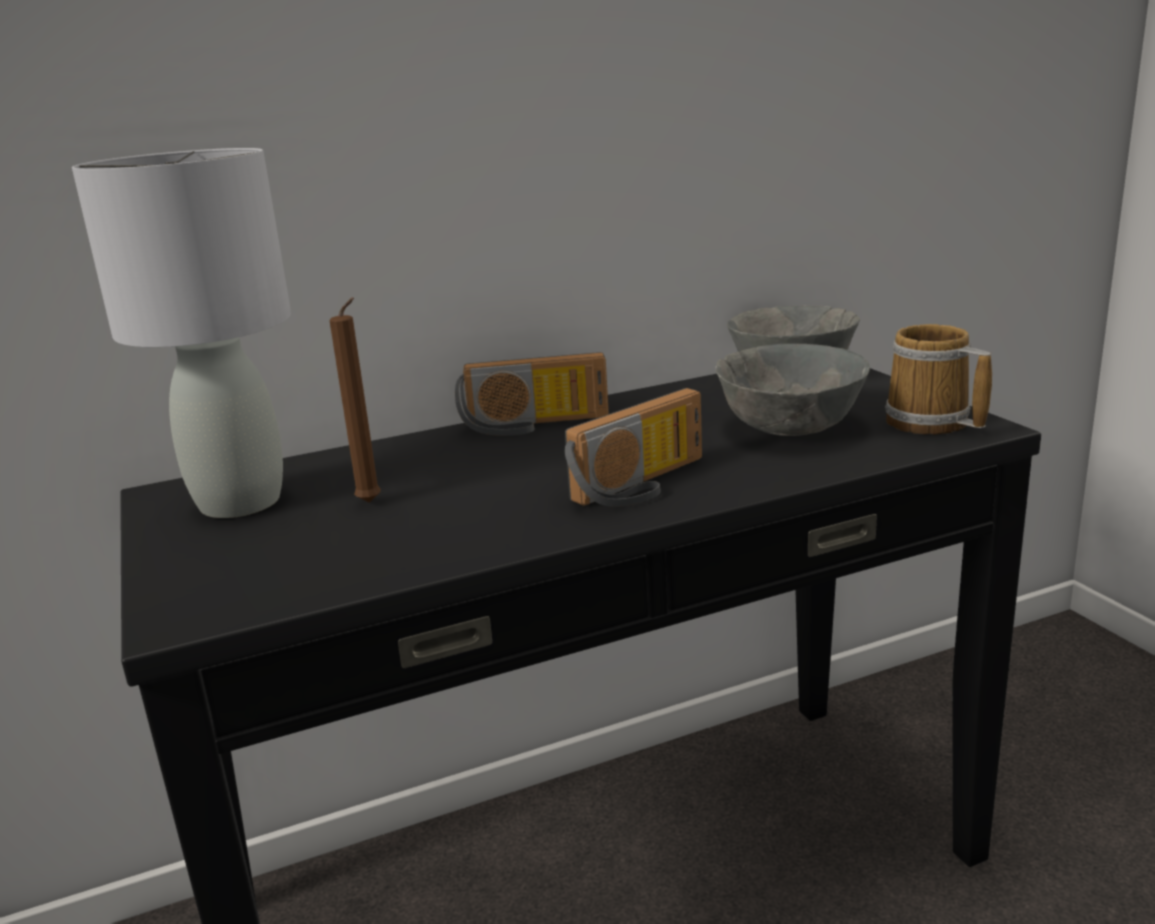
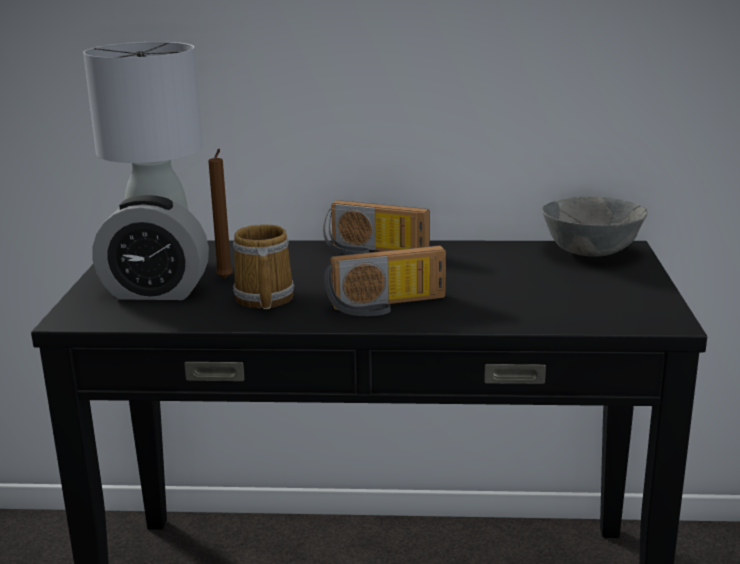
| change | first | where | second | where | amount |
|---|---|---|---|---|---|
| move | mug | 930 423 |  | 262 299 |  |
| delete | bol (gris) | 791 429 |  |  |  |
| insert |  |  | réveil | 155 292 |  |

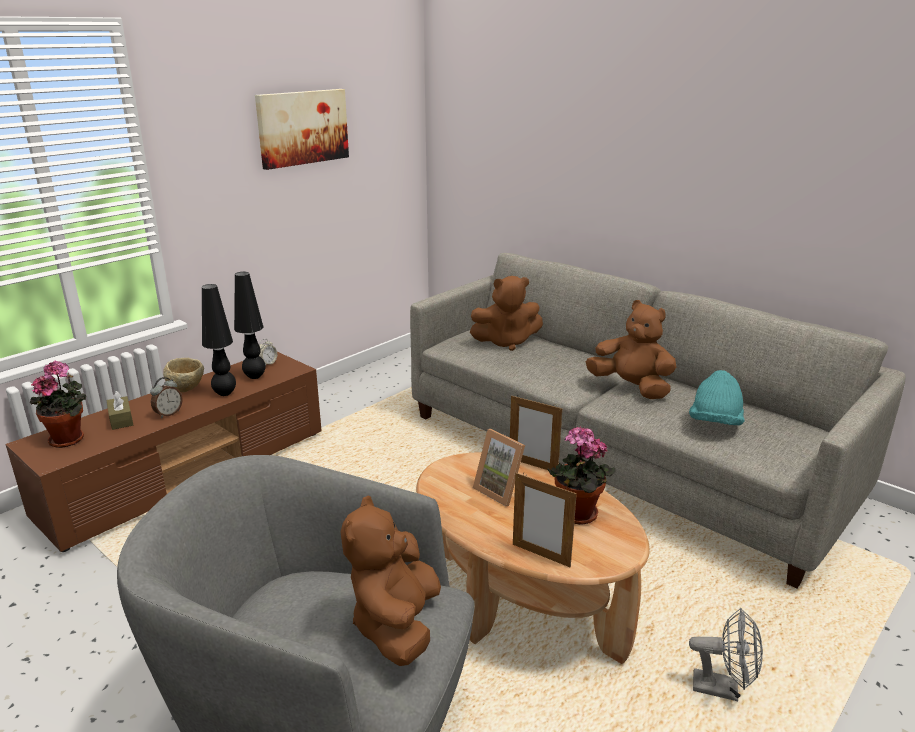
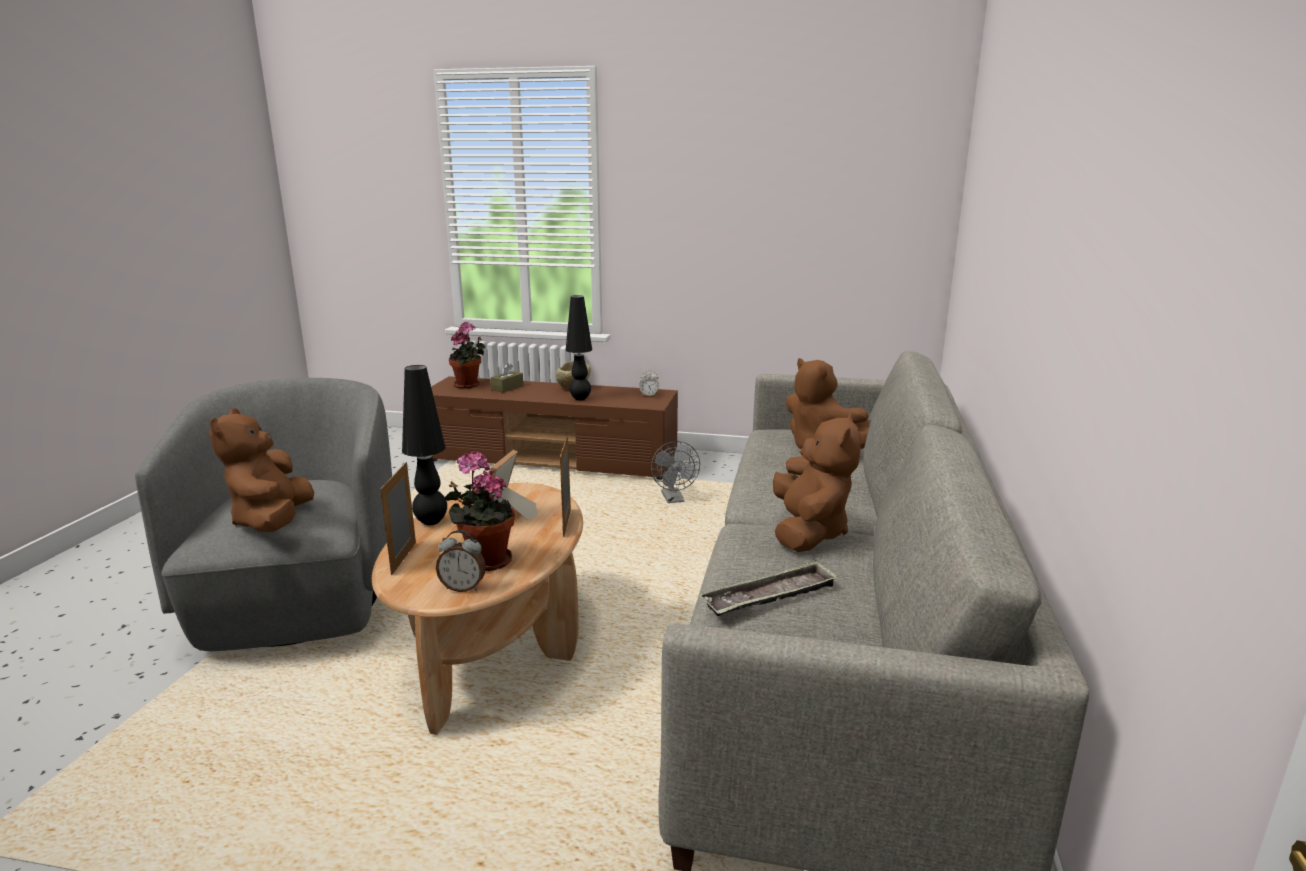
| change | first | where | second | where | amount |
|---|---|---|---|---|---|
| delete | tableau | 302 127 |  |  |  |
| move | lampe de table (noir) | 255 376 |  | 431 522 |  |
| replace | chapeau (turquoise) | 714 423 | plateau | 770 596 |  |
| move | réveil | 168 414 |  | 463 587 |  |
| rotate | peluche (marron) | 396 625 |  | 273 522 | 75 degrees counterclockwise |
| move | ventilateur (gris) | 723 689 |  | 674 500 |  |

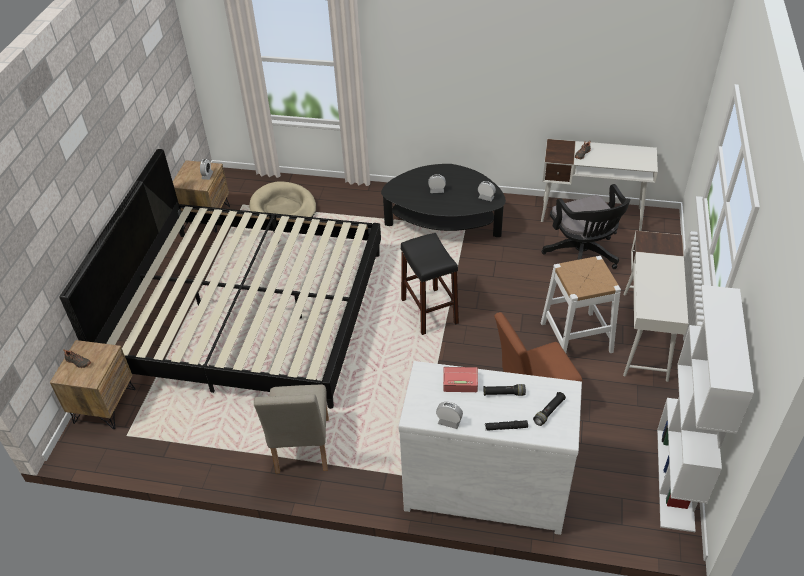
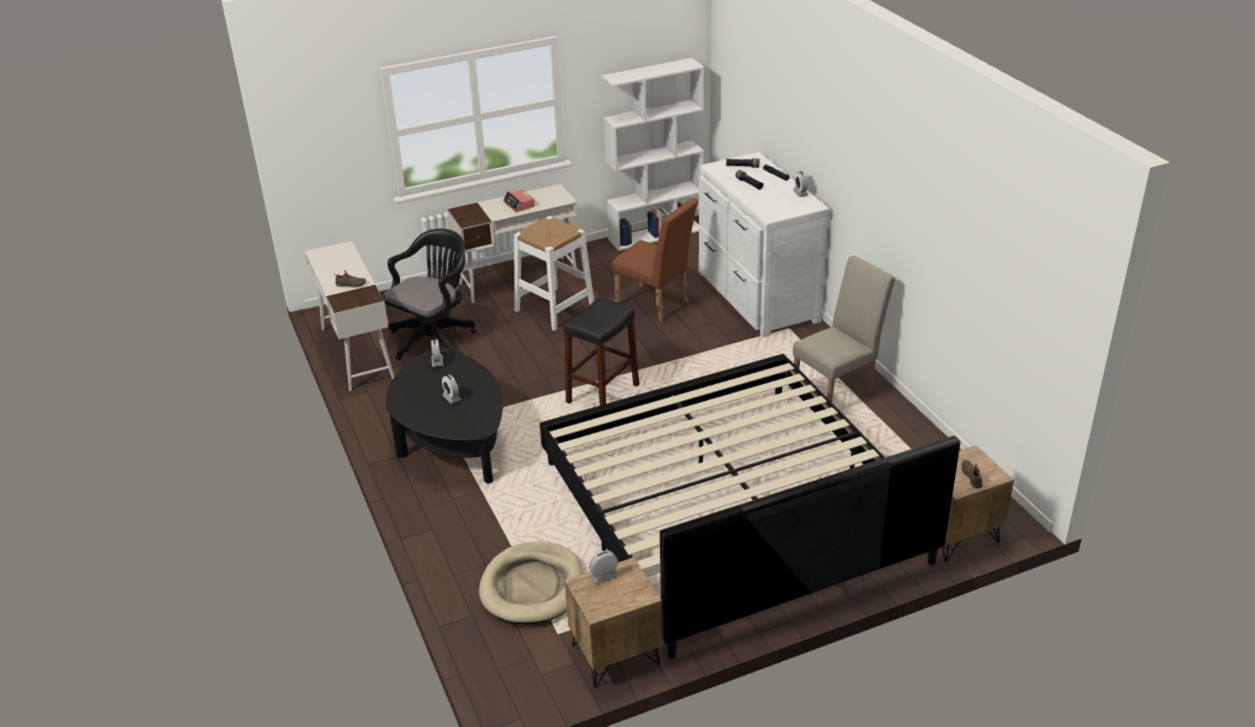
| change | first | where | second | where | amount |
|---|---|---|---|---|---|
| move | réveil | 460 381 |  | 519 204 |  |

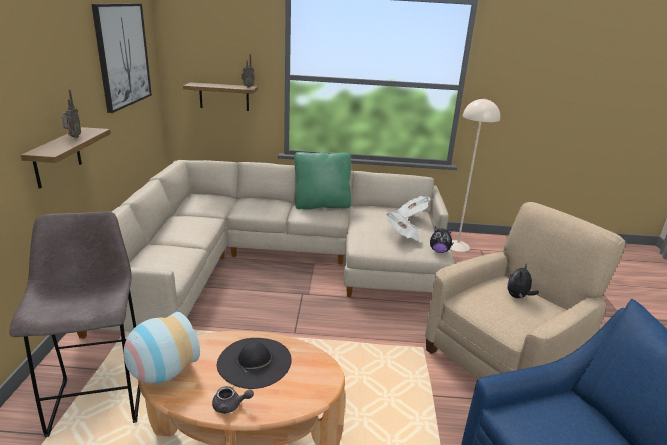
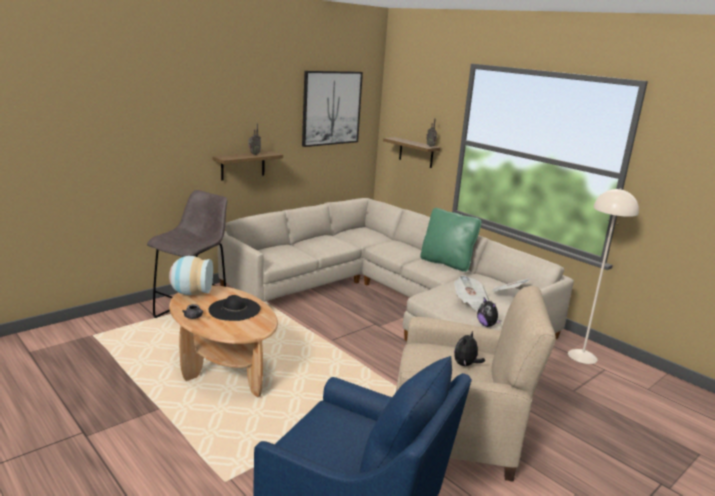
| change | first | where | second | where | amount |
|---|---|---|---|---|---|
| rotate | peluche | 518 297 |  | 465 365 | 45 degrees counterclockwise |

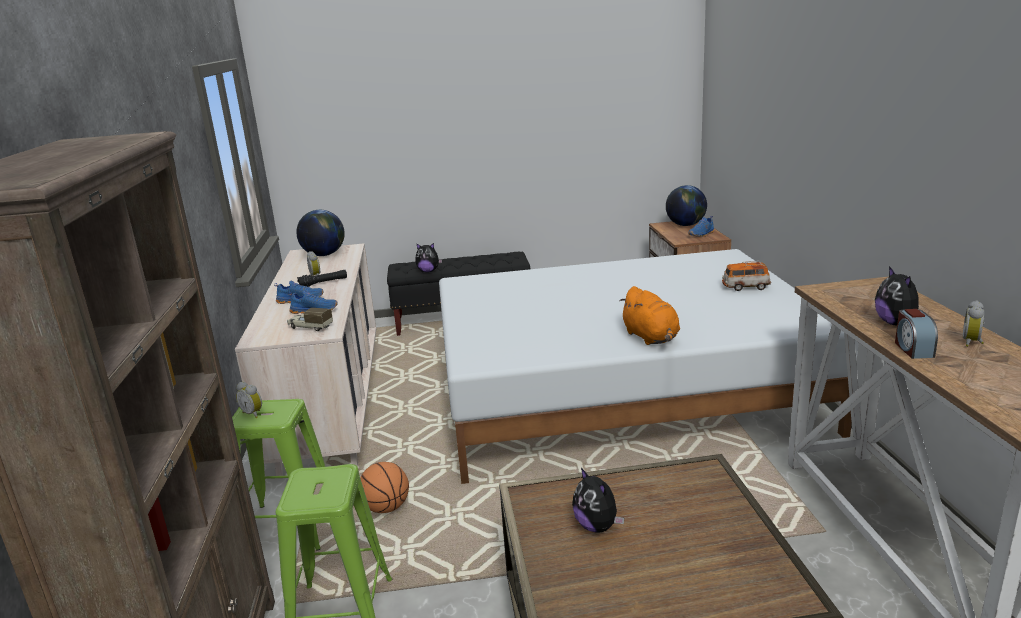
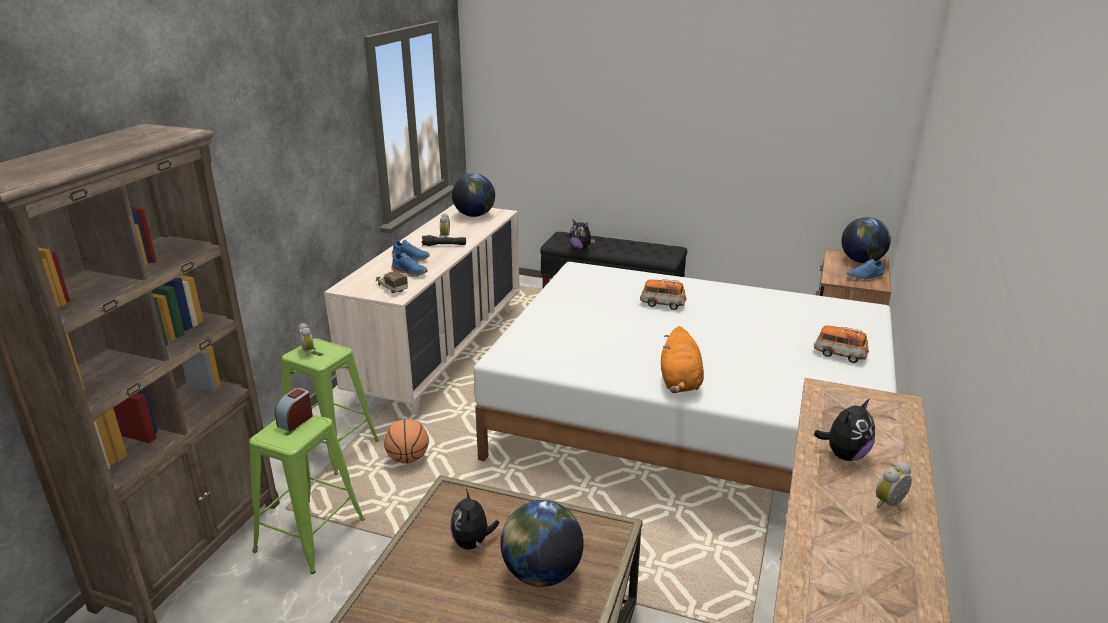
| change | first | where | second | where | amount |
|---|---|---|---|---|---|
| rotate | peluche | 896 323 |  | 844 455 | 150 degrees counterclockwise |
| move | réveil | 913 349 |  | 295 420 |  |
| insert |  |  | petite voiture | 662 304 |  |
| insert |  |  | globe | 541 573 |  |

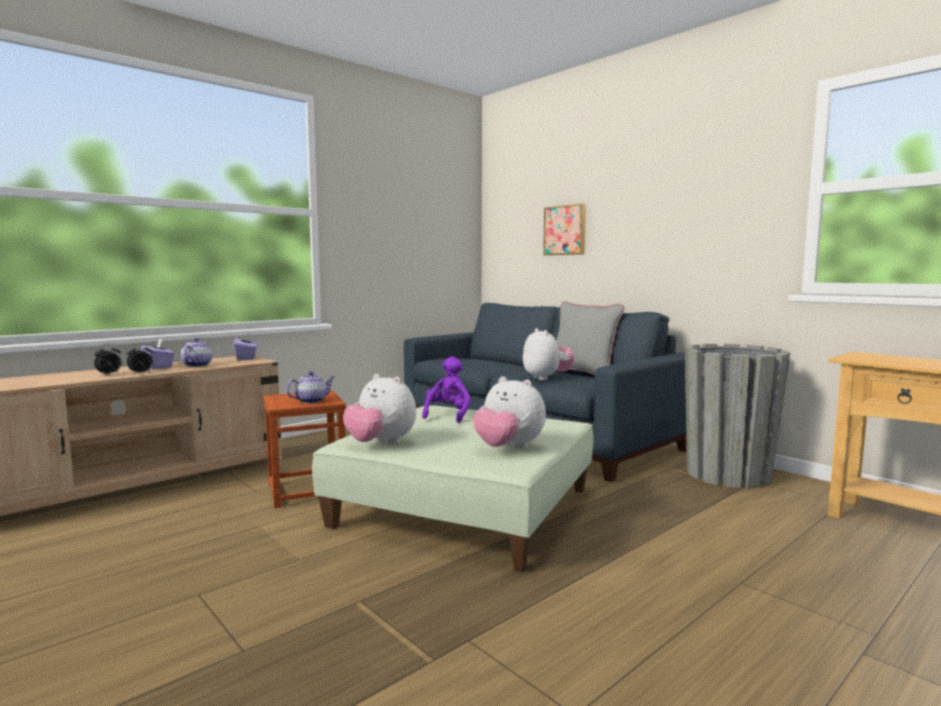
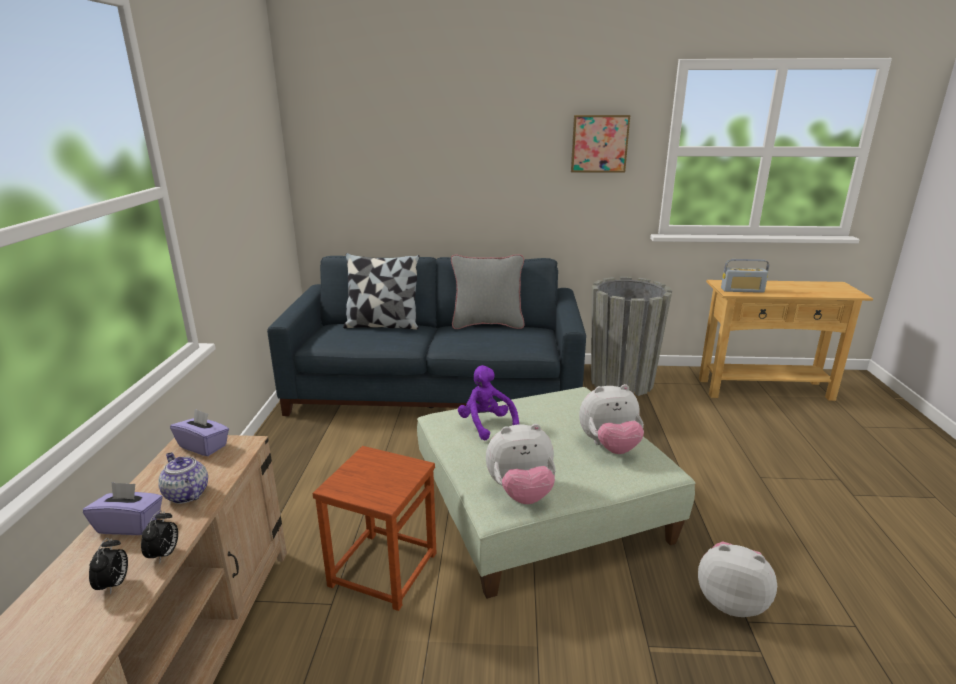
| change | first | where | second | where | amount |
|---|---|---|---|---|---|
| move | tableau | 565 230 |  | 599 143 |  |
| move | peluche | 546 378 |  | 731 601 |  |
| delete | théière | 312 401 |  |  |  |
| insert |  |  | coussin | 382 325 |  |
| insert |  |  | radio | 742 290 |  |

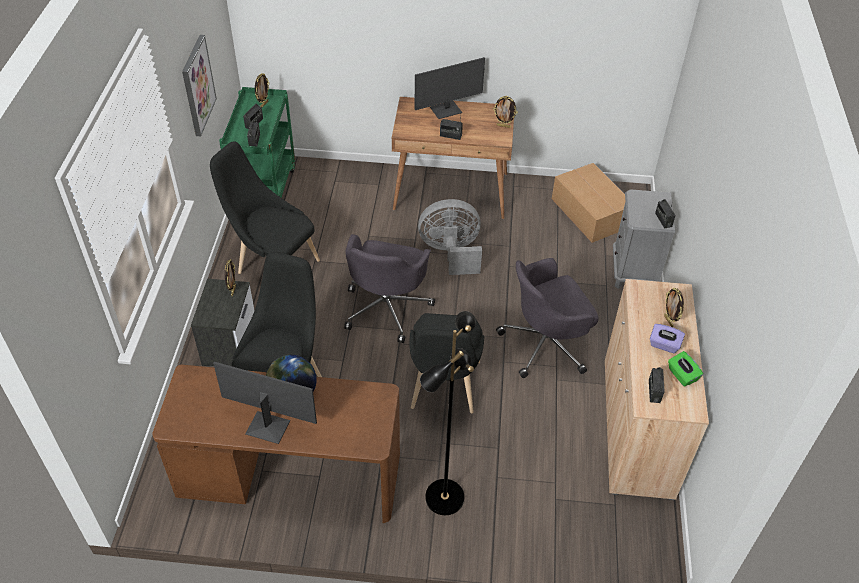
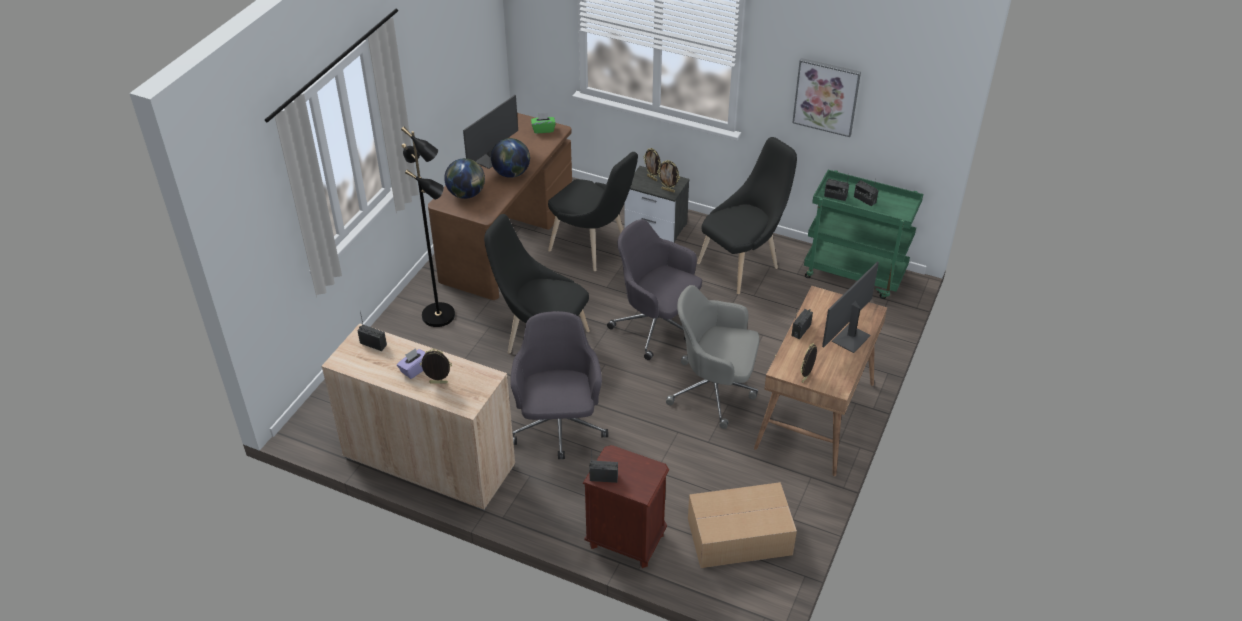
| change | first | where | second | where | amount |
|---|---|---|---|---|---|
| rotate | écran d'ordinateur | 446 110 |  | 849 338 | 45 degrees clockwise |
| move | cadre photo | 263 104 |  | 652 178 |  |
| recolor | table de chevet (gris) | 633 271 | table de chevet (marron) | 626 540 |  |
| replace | ventilateur (gris) | 451 253 | chaise de bureau (gris) | 714 391 |  |
| move | boîte à mouchoirs (vert) | 682 375 |  | 543 129 |  |
| insert |  |  | globe | 466 194 |  |

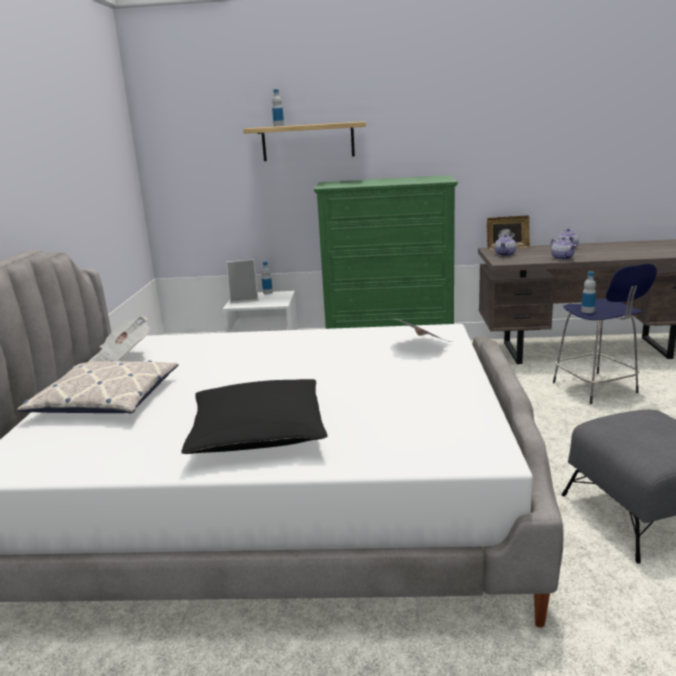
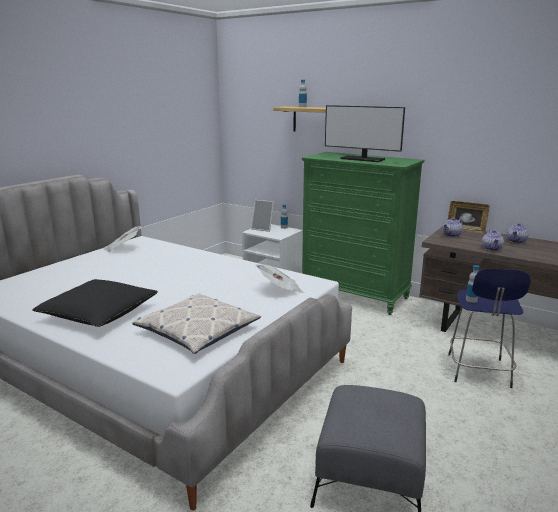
| change | first | where | second | where | amount |
|---|---|---|---|---|---|
| move | coussin | 106 400 |  | 197 331 |  |
| insert |  |  | écran d'ordinateur | 362 159 |  |

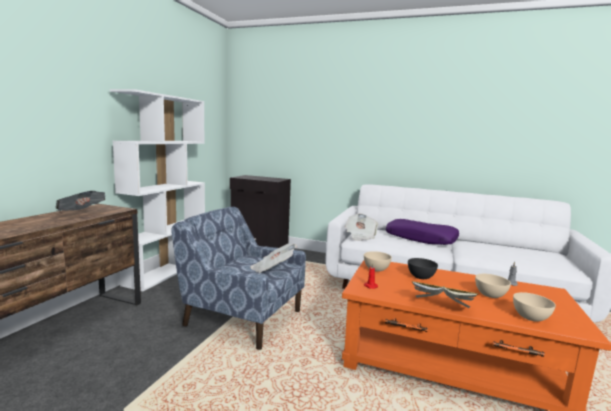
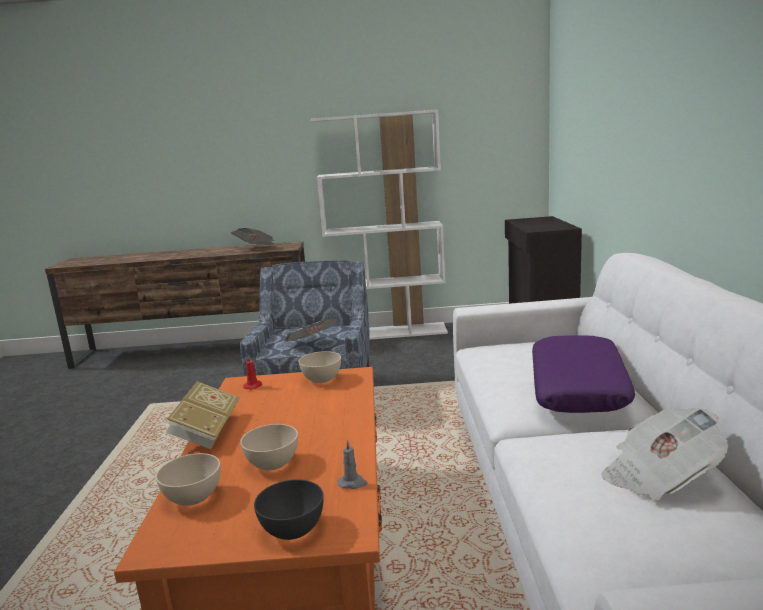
| change | first | where | second | where | amount |
|---|---|---|---|---|---|
| move | journal | 360 236 |  | 659 477 |  |
| move | bol (gris) | 421 277 |  | 292 530 |  |

